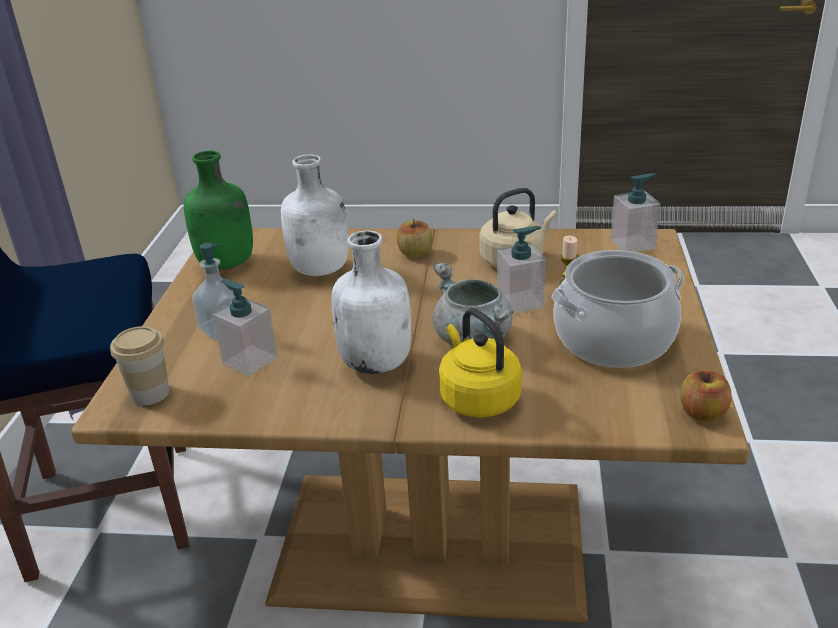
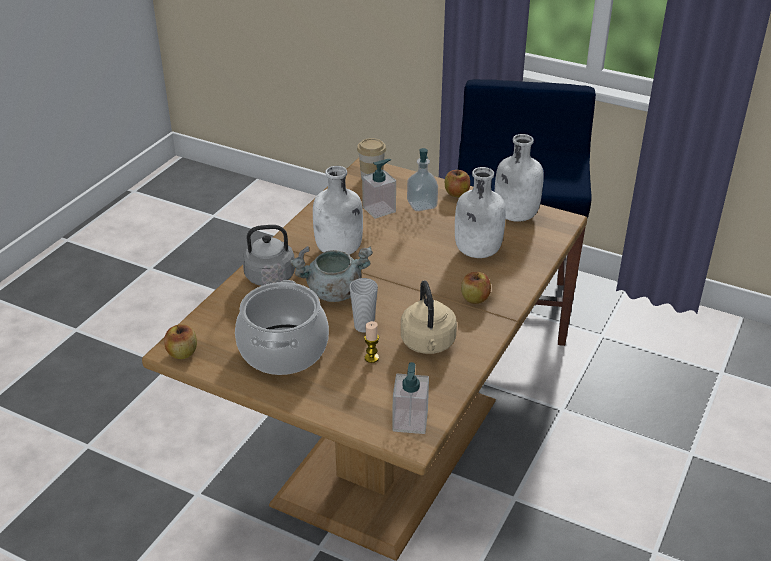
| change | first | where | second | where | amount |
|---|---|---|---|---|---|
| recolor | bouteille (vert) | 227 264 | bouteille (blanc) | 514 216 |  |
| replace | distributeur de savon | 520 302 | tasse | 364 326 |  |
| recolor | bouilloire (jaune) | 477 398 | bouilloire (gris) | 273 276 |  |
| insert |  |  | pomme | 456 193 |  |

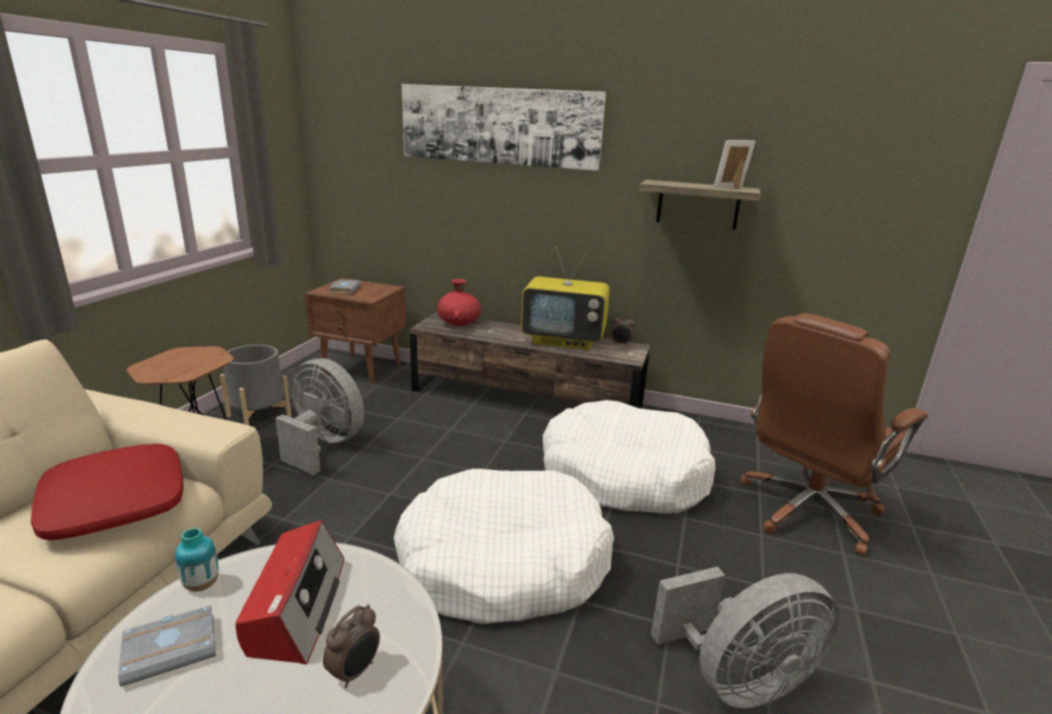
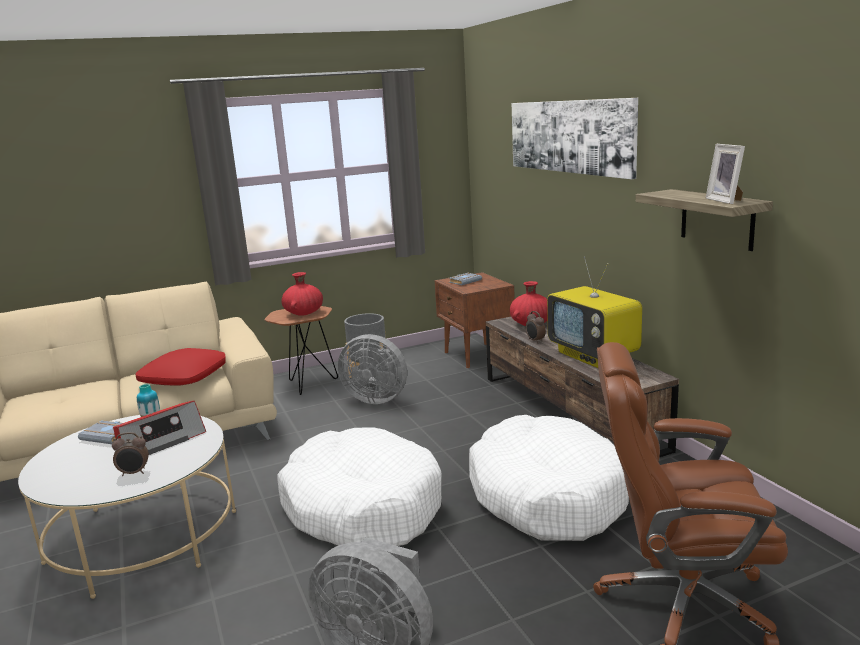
| change | first | where | second | where | amount |
|---|---|---|---|---|---|
| rotate | cadre photo | 733 188 |  | 726 200 | 120 degrees counterclockwise |
| move | réveil | 620 344 |  | 535 341 |  |
| rotate | ventilateur (gris) | 323 445 |  | 376 398 | 120 degrees clockwise |
| insert |  |  | vase (rouge) | 303 313 |  |

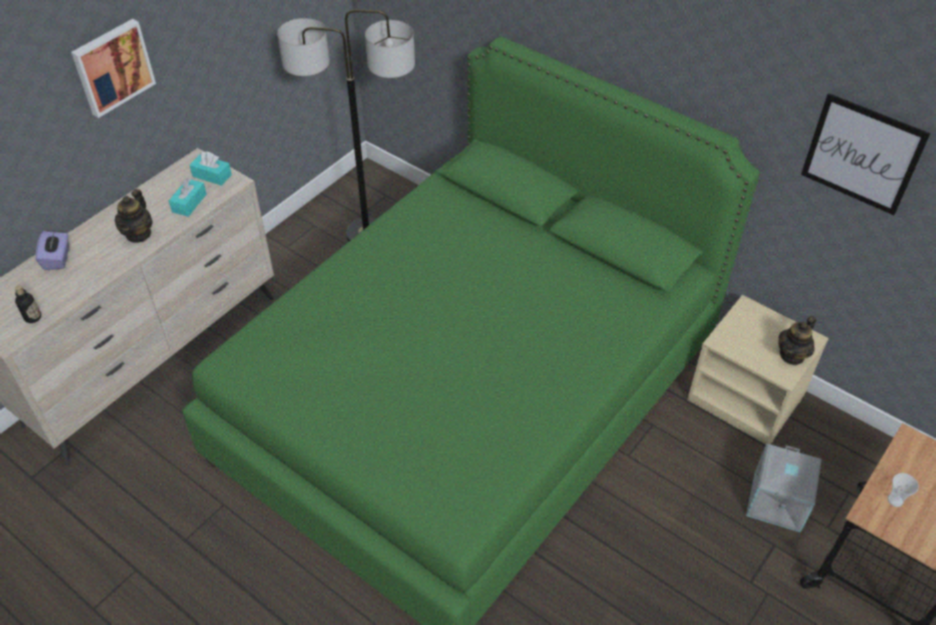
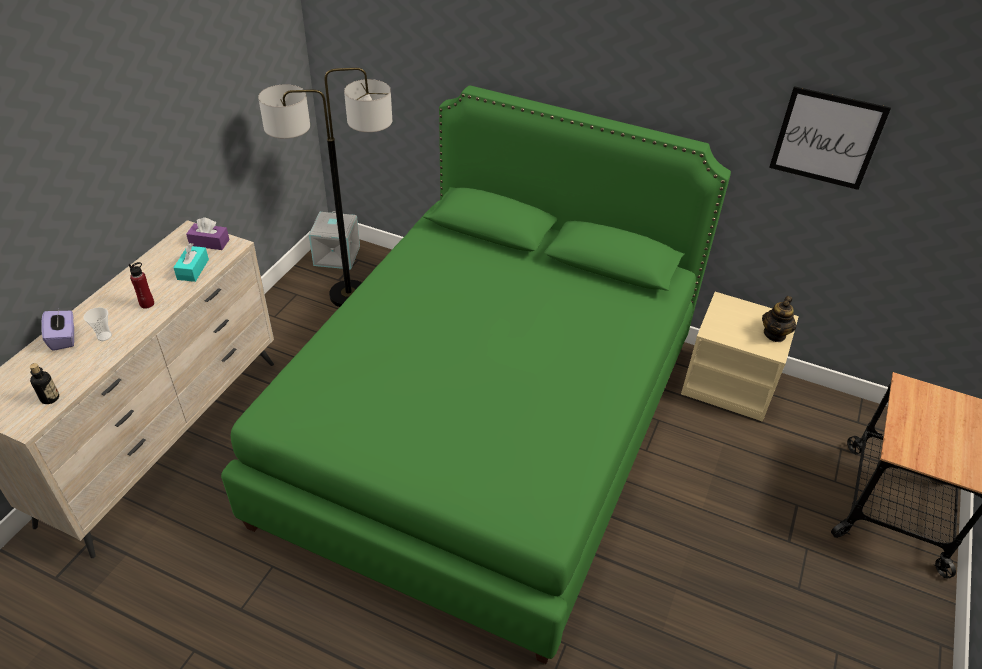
| change | first | where | second | where | amount |
|---|---|---|---|---|---|
| delete | tableau | 112 66 |  |  |  |
| recolor | boîte à mouchoirs (turquoise) | 212 175 | boîte à mouchoirs (violet) | 209 242 |  |
| replace | théière | 138 234 | bouteille (rouge) | 147 304 |  |
| move | boîte de rangement (gris) | 778 502 |  | 337 256 |  |
| move | tasse | 895 500 |  | 104 336 |  |

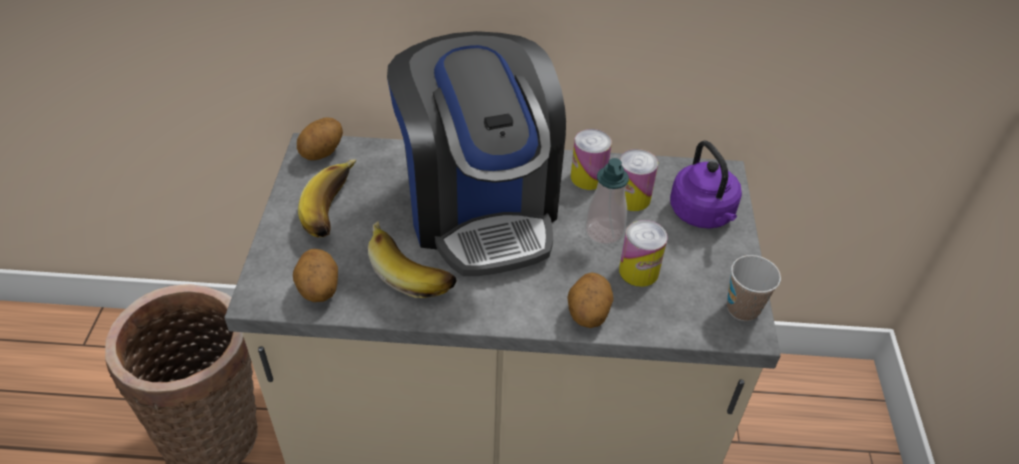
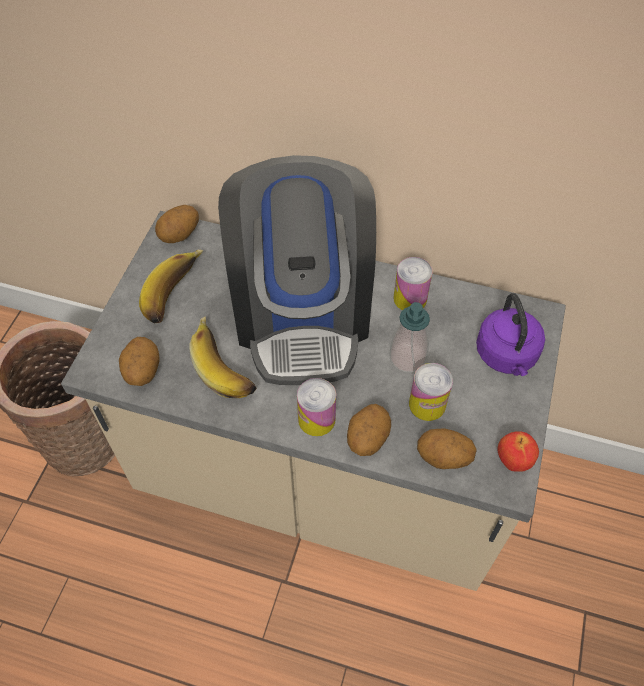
| change | first | where | second | where | amount |
|---|---|---|---|---|---|
| move | boîte métallique | 632 198 |  | 316 419 |  |
| replace | tasse | 743 309 | pomme | 512 461 |  |
| insert |  |  | pomme de terre | 443 458 |  |

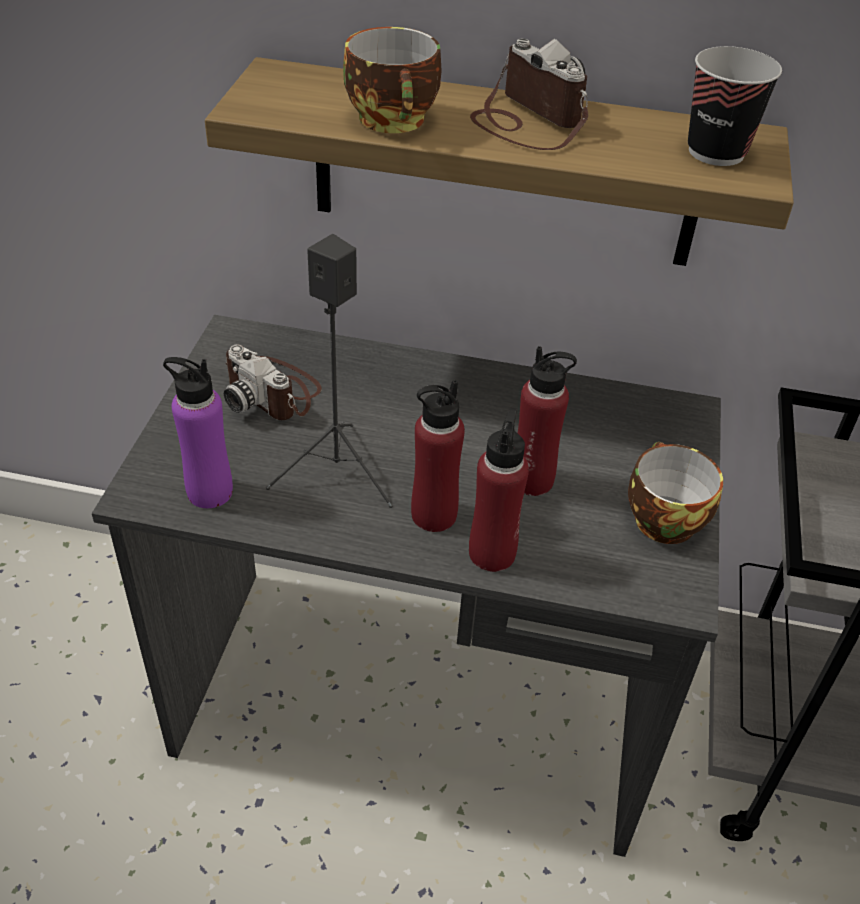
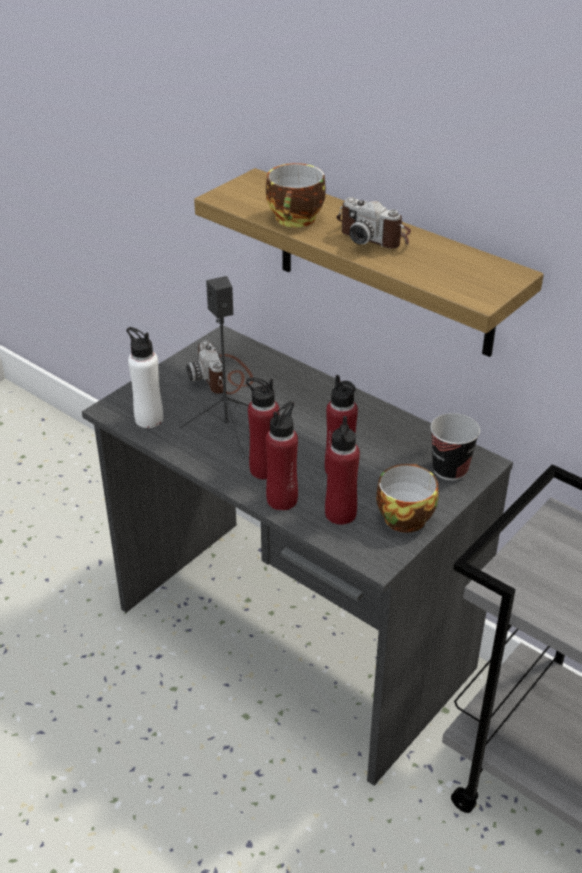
| change | first | where | second | where | amount |
|---|---|---|---|---|---|
| rotate | appareil photo | 527 120 |  | 375 235 | 135 degrees clockwise |
| move | tasse | 716 152 |  | 450 470 |  |
| recolor | bouteille (violet) | 209 492 | bouteille (blanc) | 149 419 |  |
| insert |  |  | bouteille (rouge) | 340 514 |  |

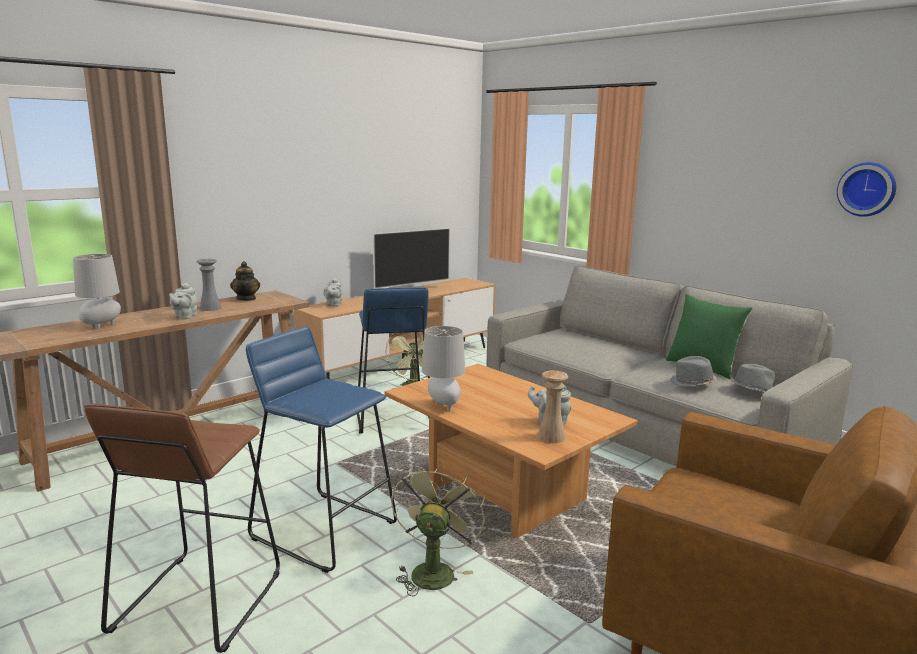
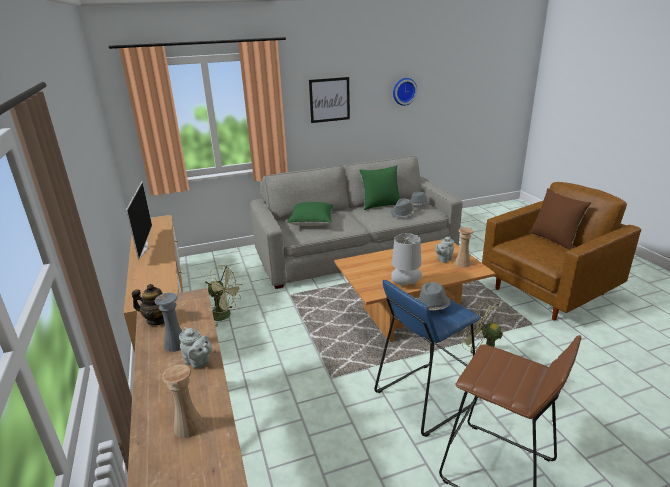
| change | first | where | second | where | amount |
|---|---|---|---|---|---|
| replace | lampe de table (gris) | 102 327 | vase (beige) | 188 426 |  |
| delete | théière (gris) | 333 305 |  |  |  |
| delete | tabouret (bleu) | 392 417 |  |  |  |
| insert |  |  | tableau | 329 100 |  |
| insert |  |  | coussin (marron) | 554 239 |  |
| insert |  |  | coussin (vert) | 312 222 |  |
| insert |  |  | chapeau (gris) | 432 305 |  |

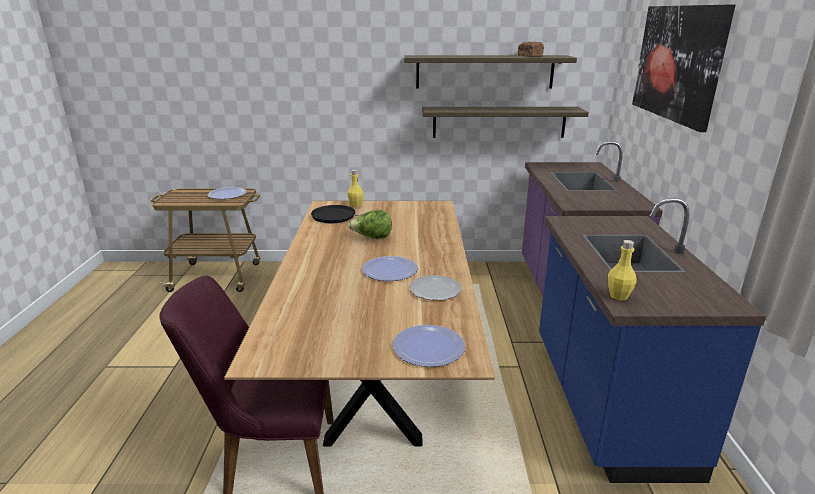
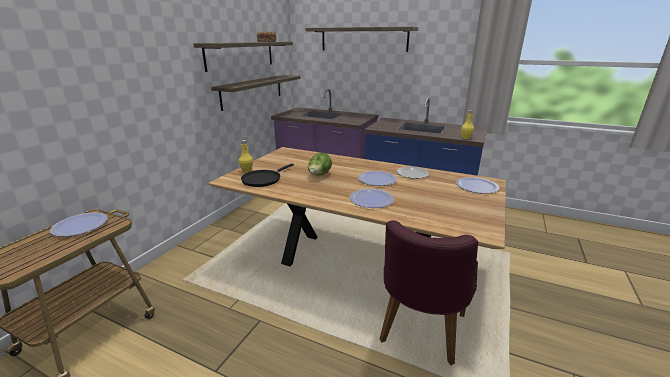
| change | first | where | second | where | amount |
|---|---|---|---|---|---|
| replace | tableau | 677 63 | étagère | 363 39 |  |
| insert |  |  | assiette | 371 199 |  |

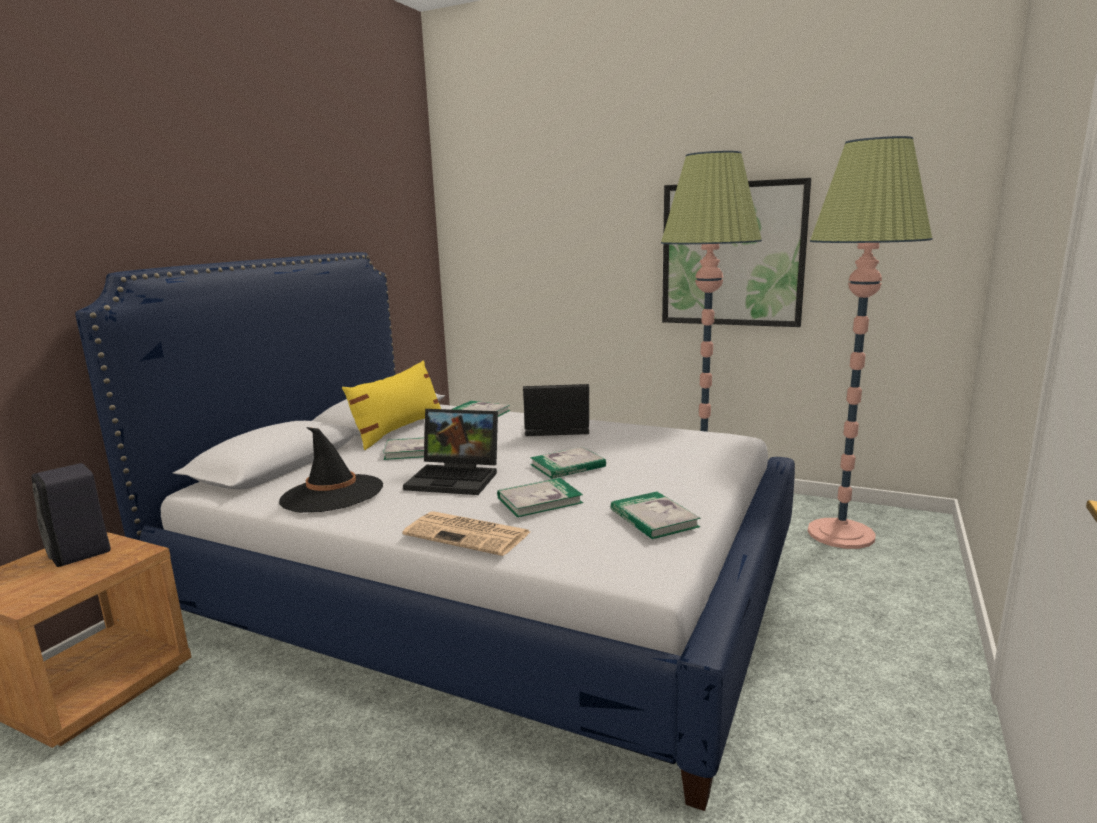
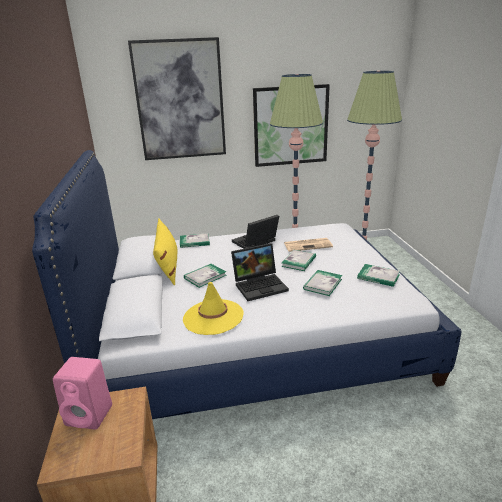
| change | first | where | second | where | amount |
|---|---|---|---|---|---|
| recolor | chapeau (noir) | 332 494 | chapeau (jaune) | 213 317 |  |
| recolor | enceinte (noir) | 80 552 | enceinte (rose) | 90 415 |  |
| move | journal | 469 534 |  | 308 245 |  |
| insert |  |  | tableau | 180 100 |  |

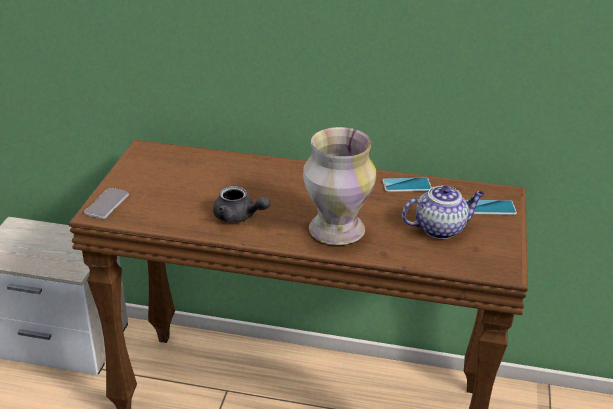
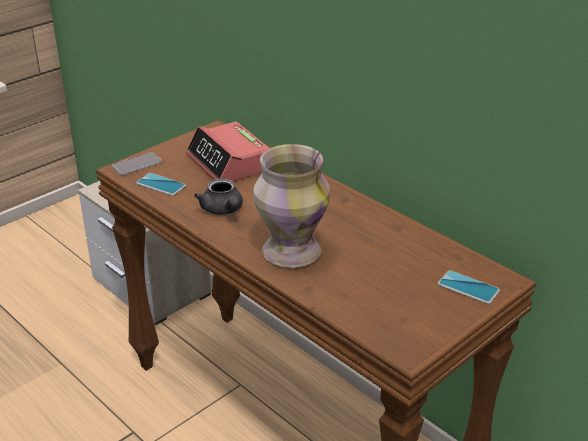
| change | first | where | second | where | amount |
|---|---|---|---|---|---|
| move | téléphone | 406 185 |  | 161 185 |  |
| delete | théière | 440 228 |  |  |  |
| insert |  |  | réveil | 229 163 |  |

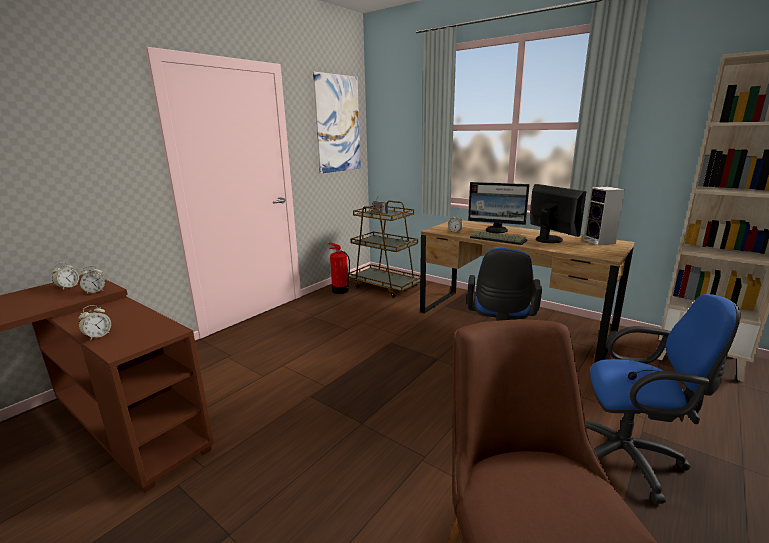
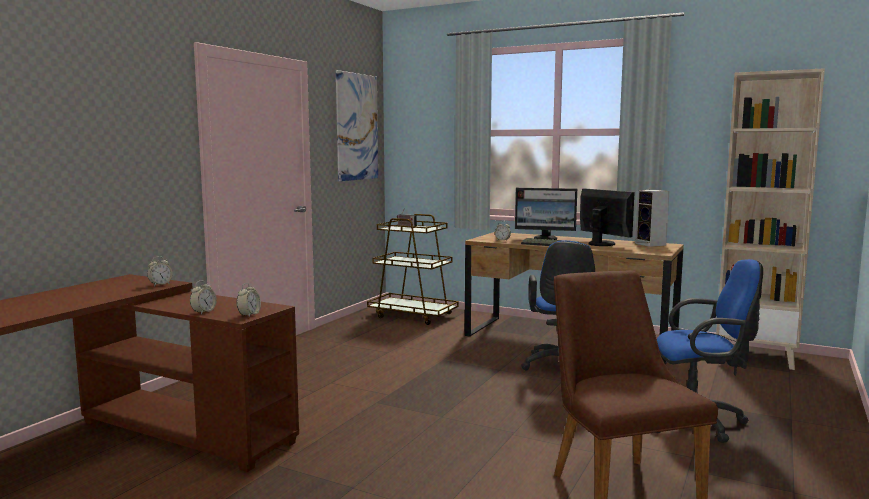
| change | first | where | second | where | amount |
|---|---|---|---|---|---|
| delete | extincteur | 340 290 |  |  |  |
| move | réveil | 68 287 |  | 249 315 |  |

